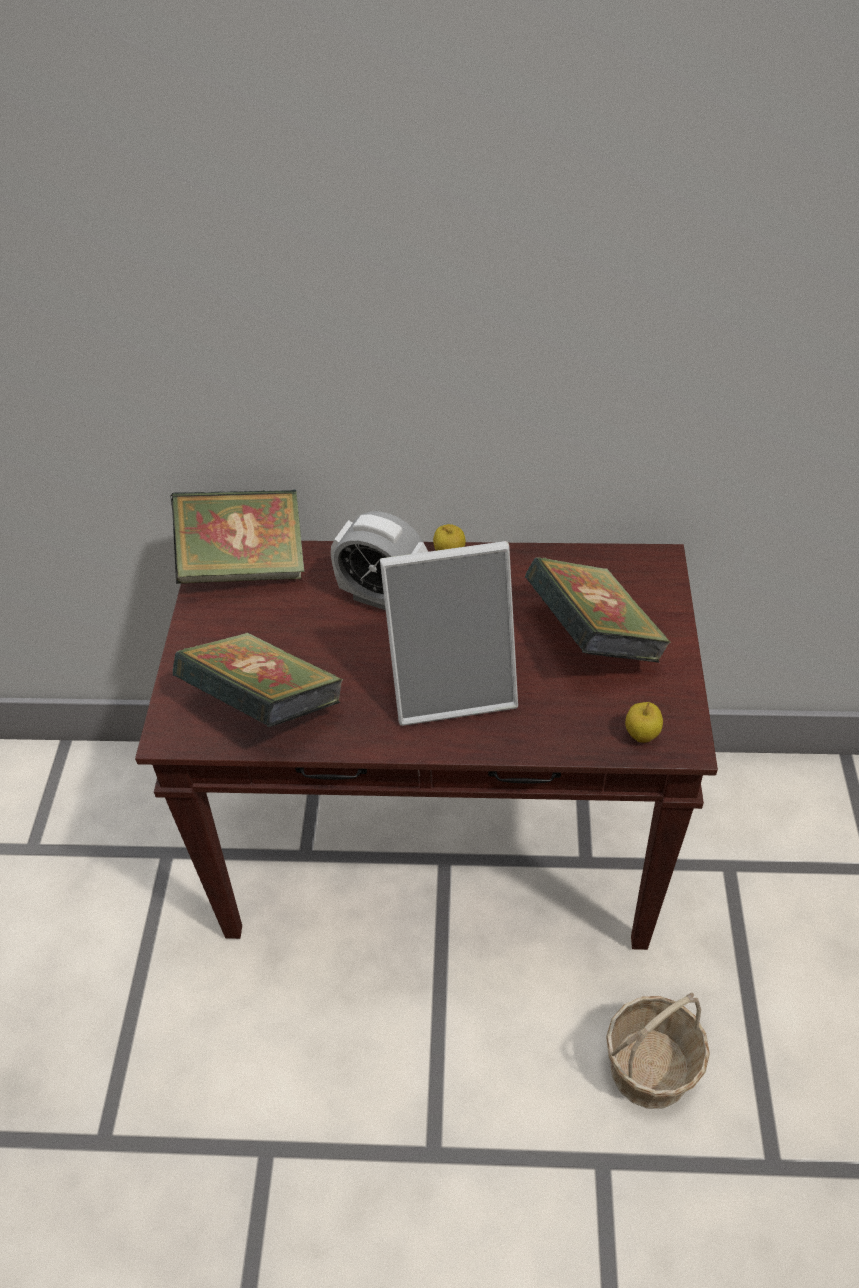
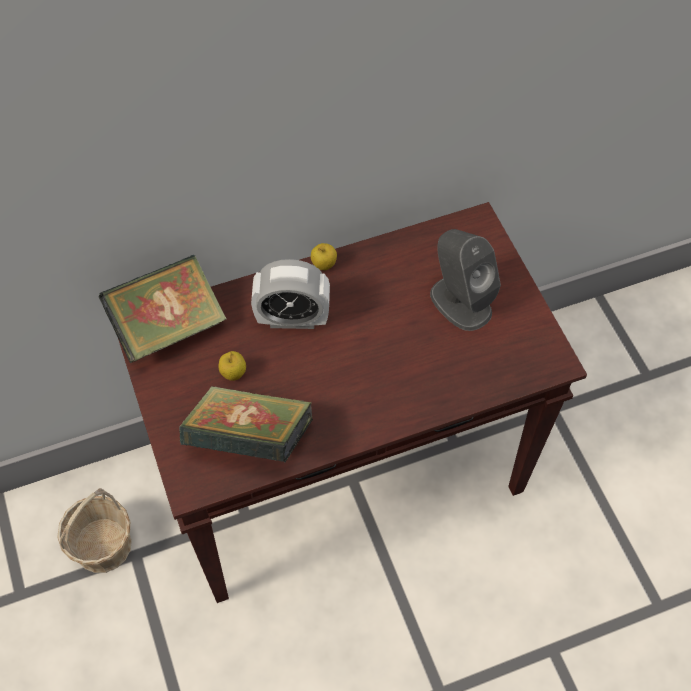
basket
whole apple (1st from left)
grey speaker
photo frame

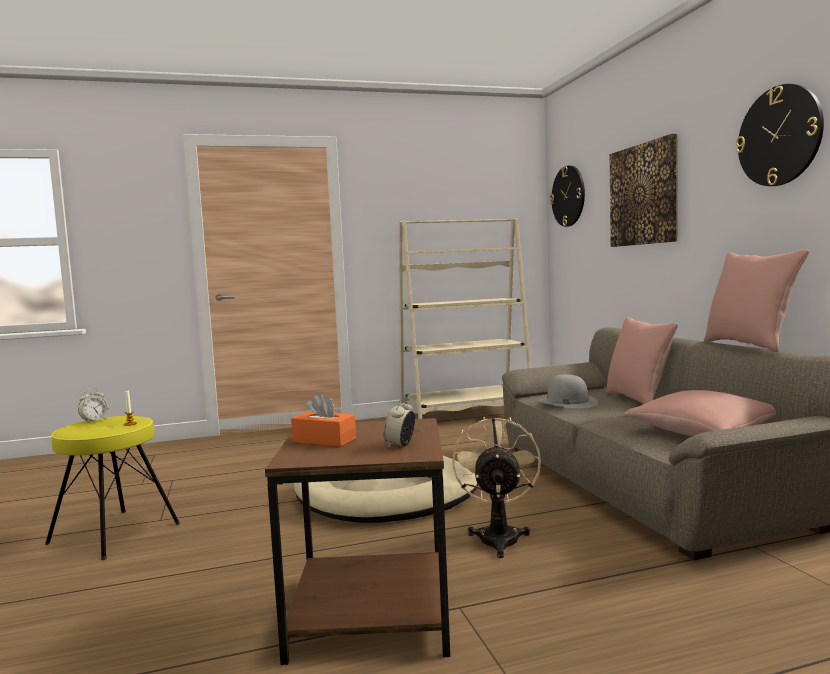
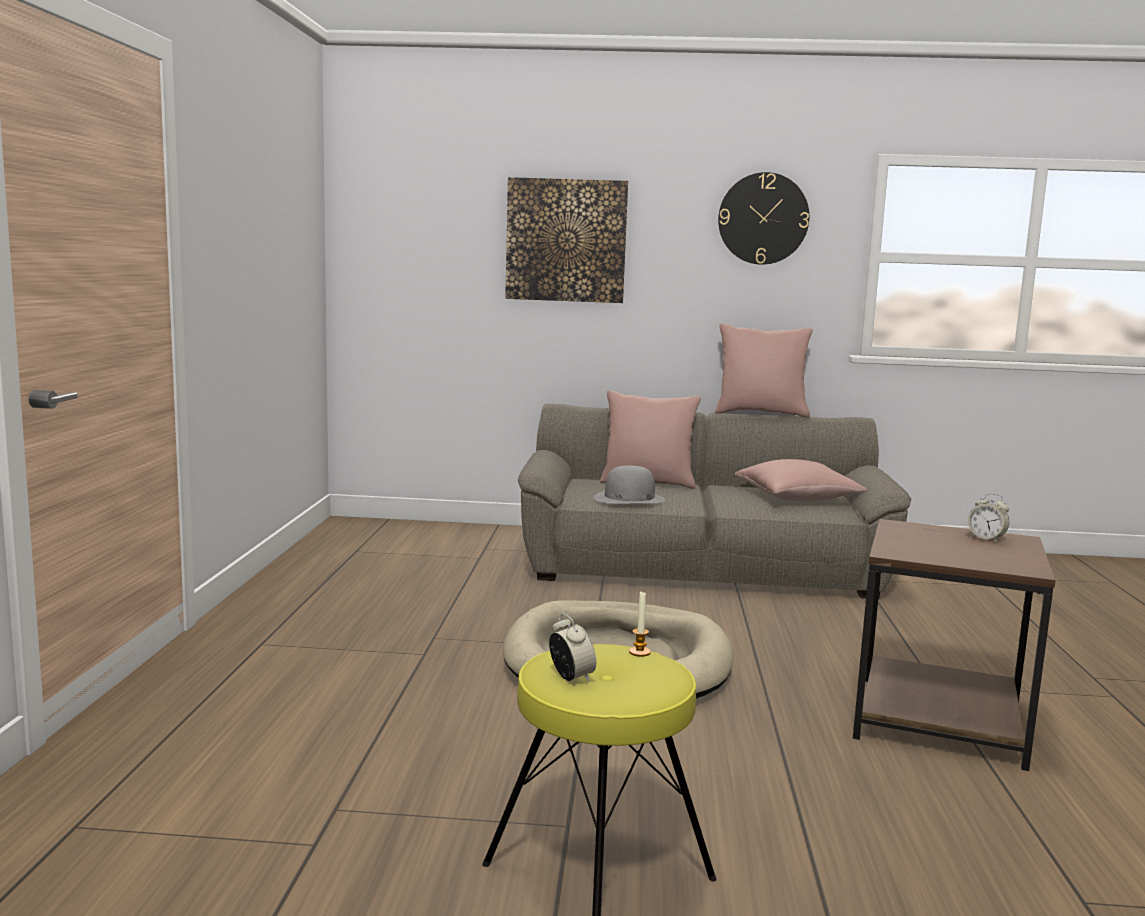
orange-coloured box of tissues
beige bookshelf
beige electric fan
wall clock (1st from left in the first image)

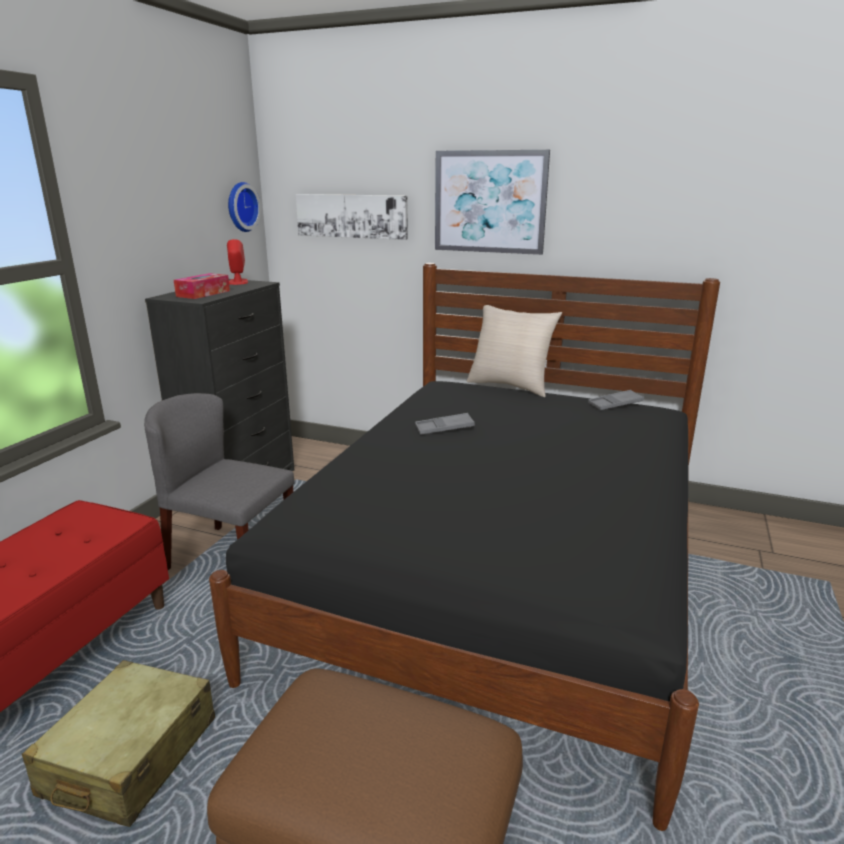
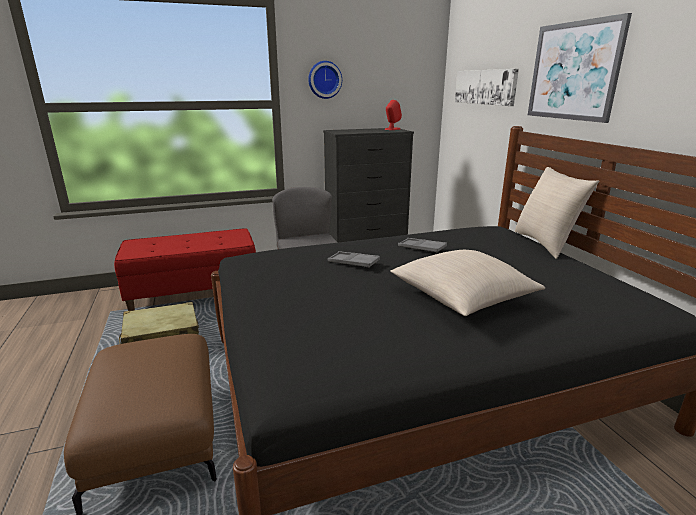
wall clock
grey tray (1st from left)
beige cushion (1st from left)
box of tissues

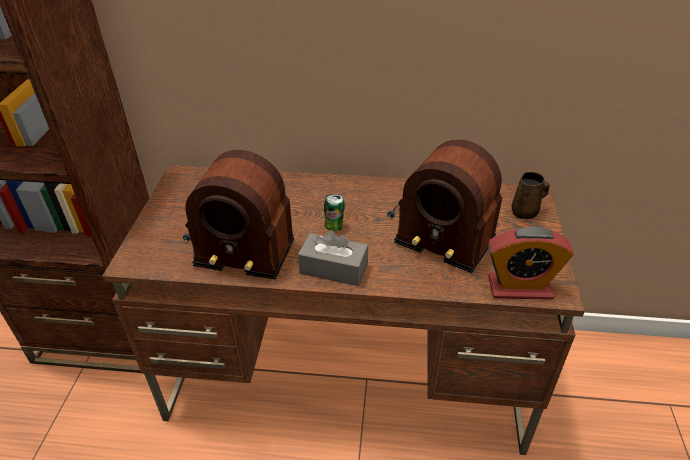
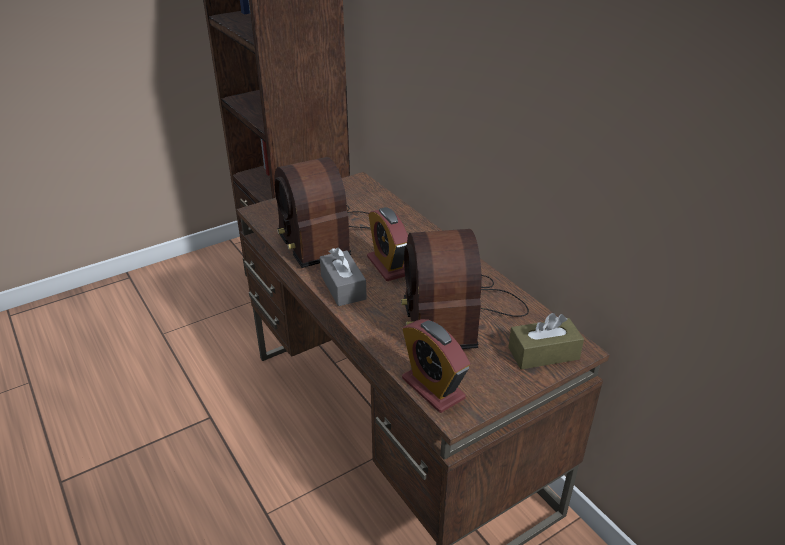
alarm clock (1st from left)
brownish box of tissues

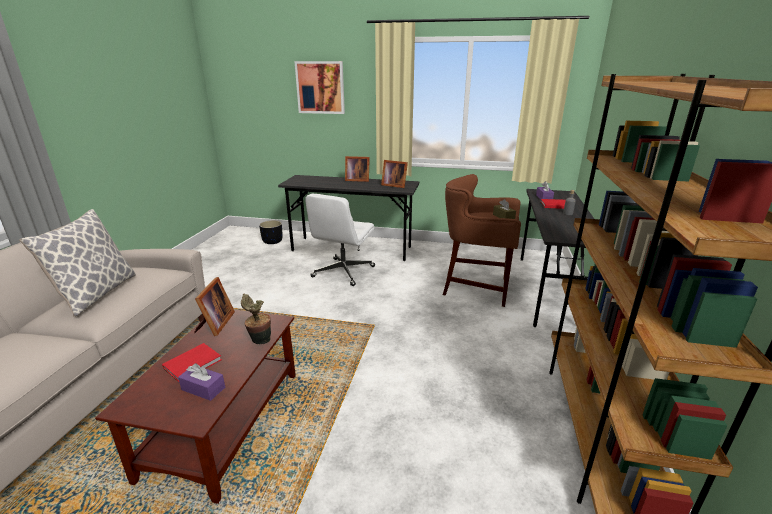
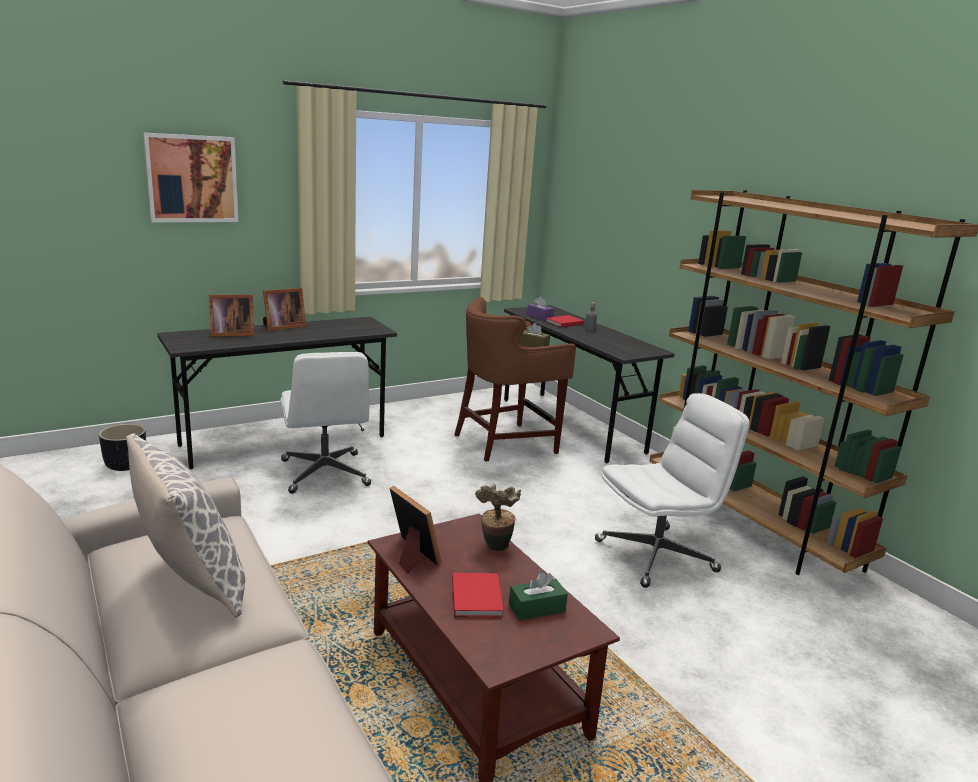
photo frame (1st from left)
green box of tissues
white-coloured computer chair (2nd from left)

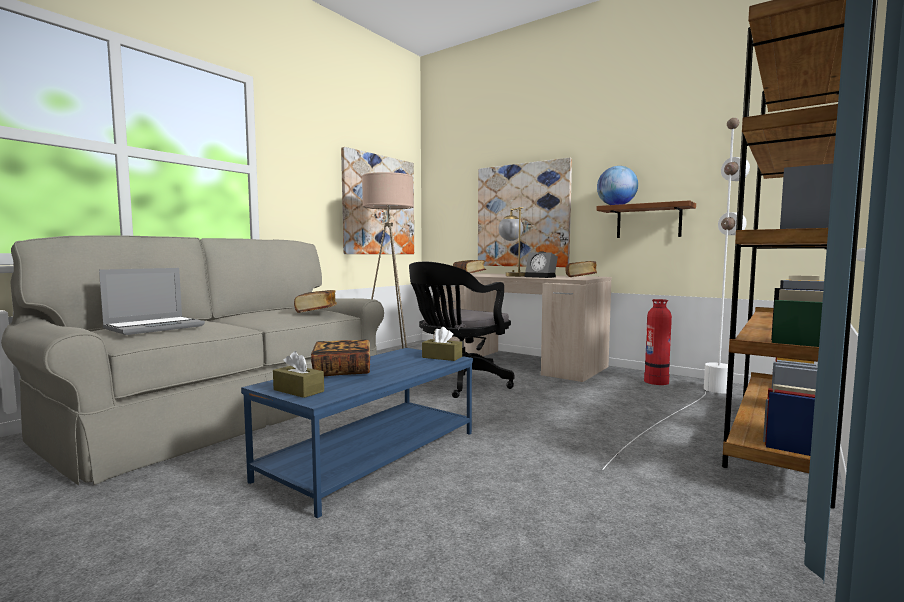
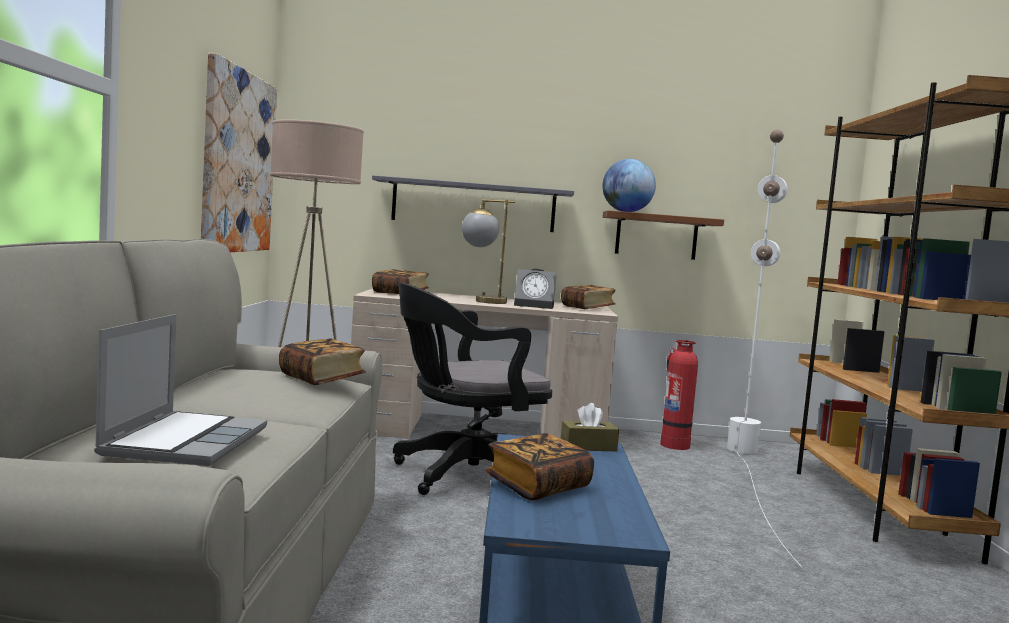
grey bracket shelf
blackish computer chair
brownish box of tissues (1st from left in the first image)

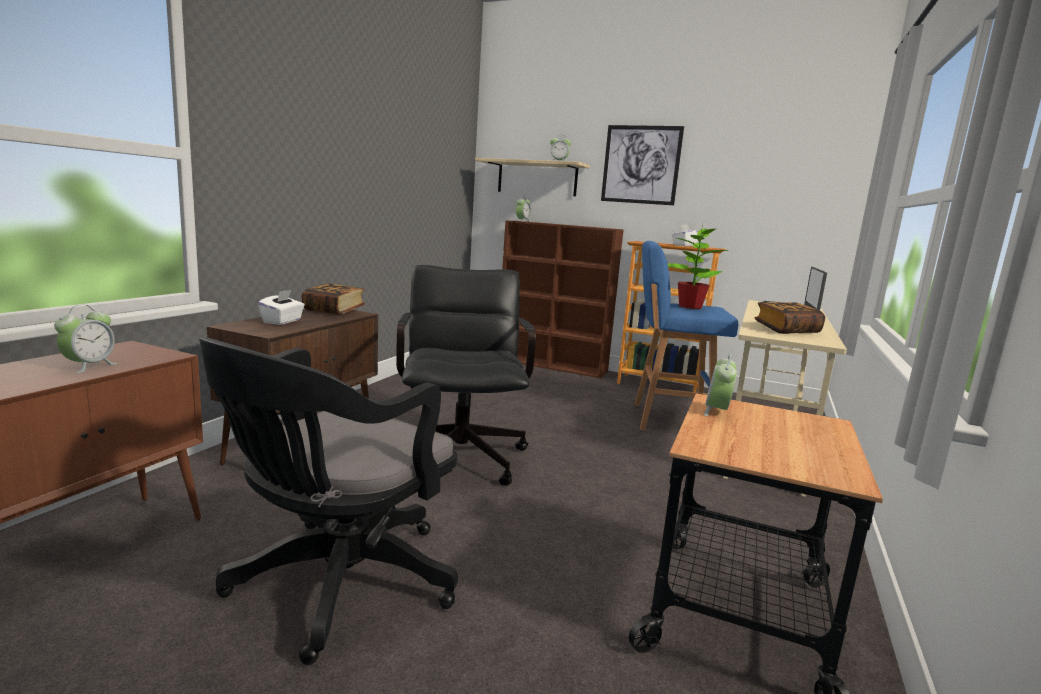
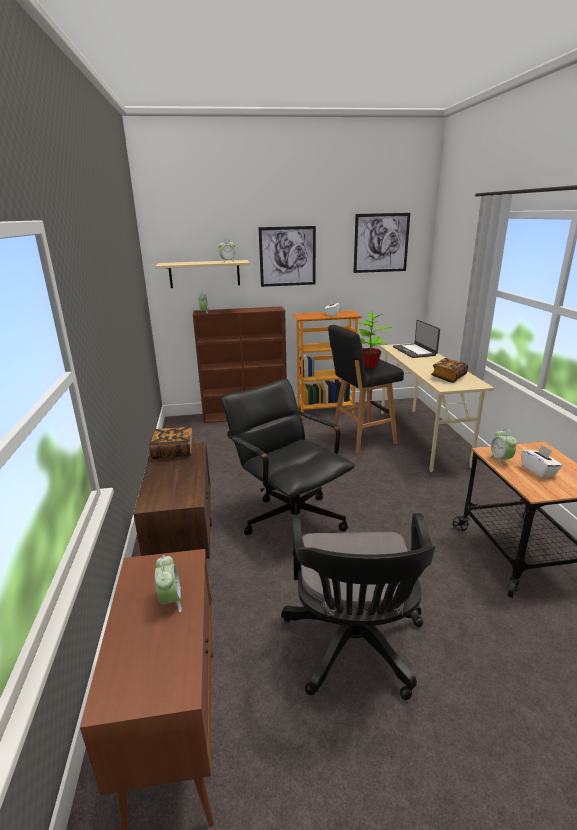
blackish stool seat
wall art (2nd from left)
white-coloured box of tissues (2nd from left)

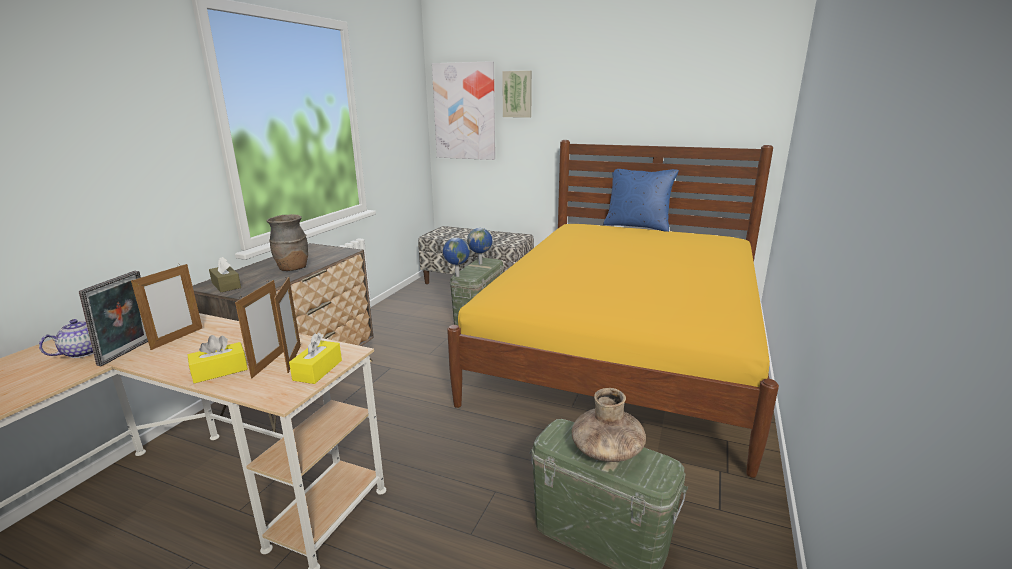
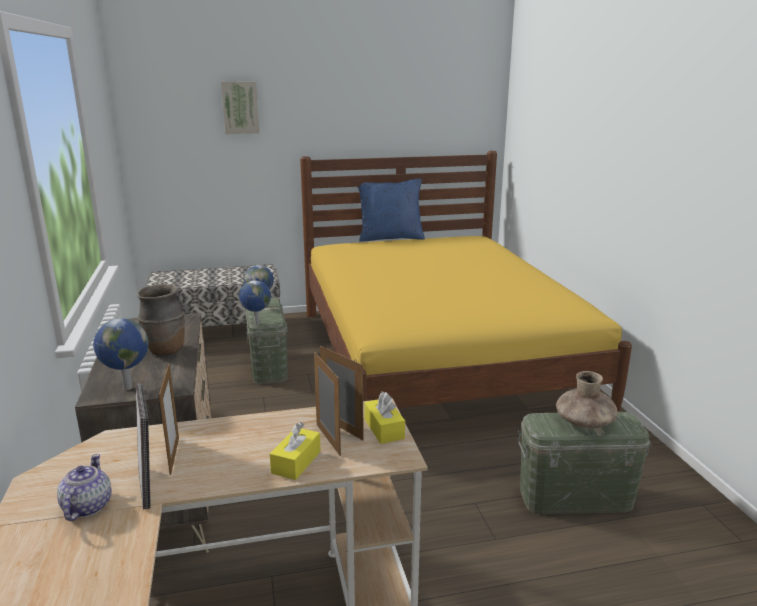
world globe (1st from left)
wall art (1st from left in the first image)

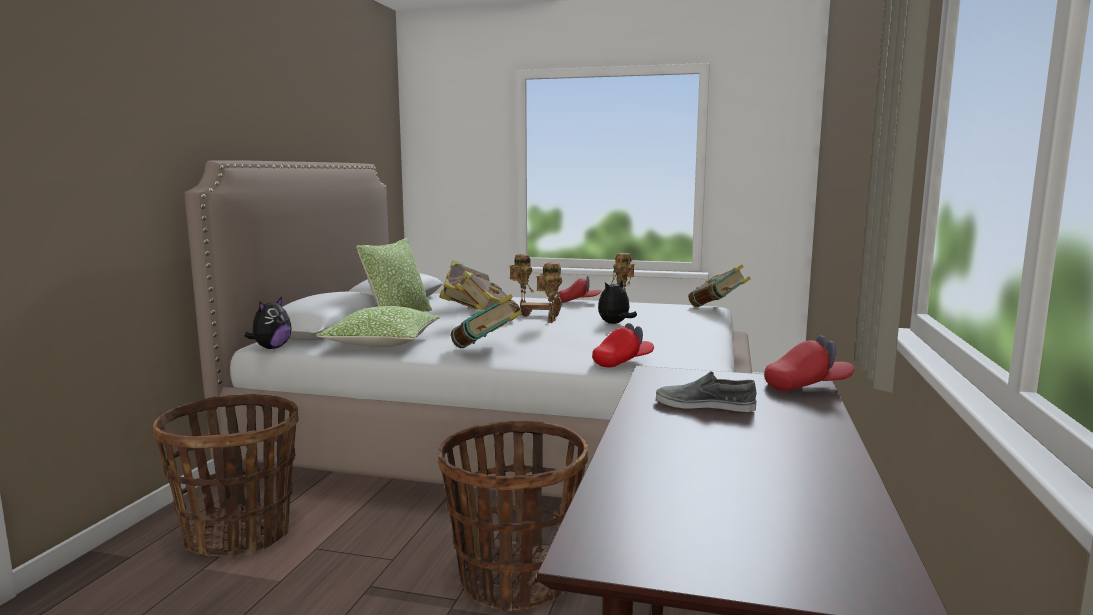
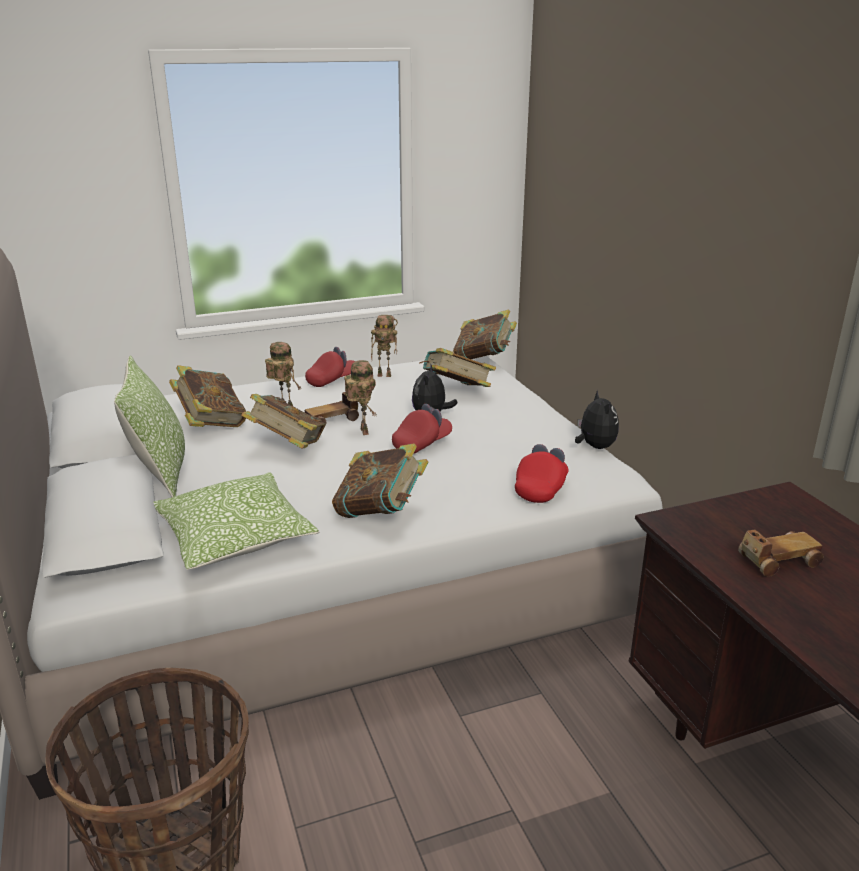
red baseball cap (2nd from left)
volume (4th from left)
cuddly toy (2nd from left)
model car (2nd from left)
basket (2nd from left in the first image)

